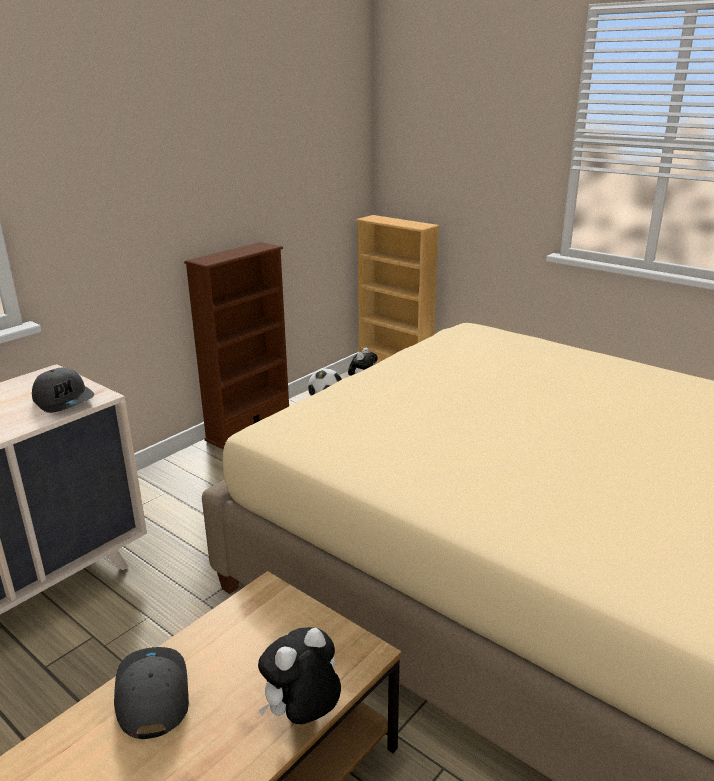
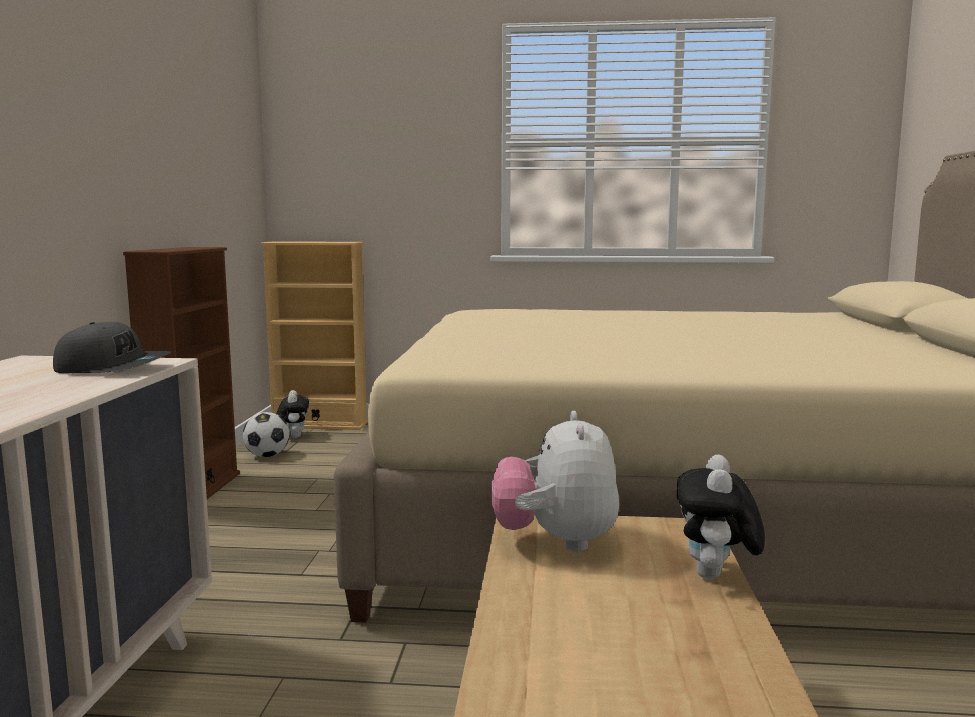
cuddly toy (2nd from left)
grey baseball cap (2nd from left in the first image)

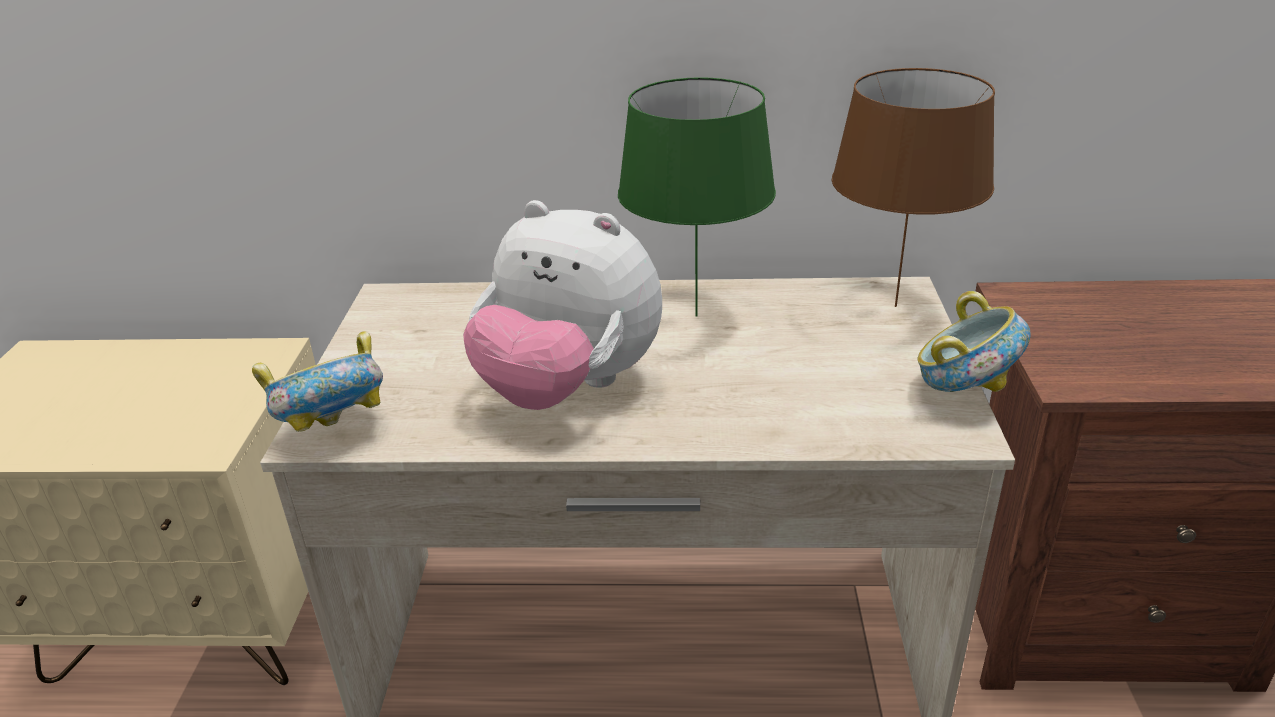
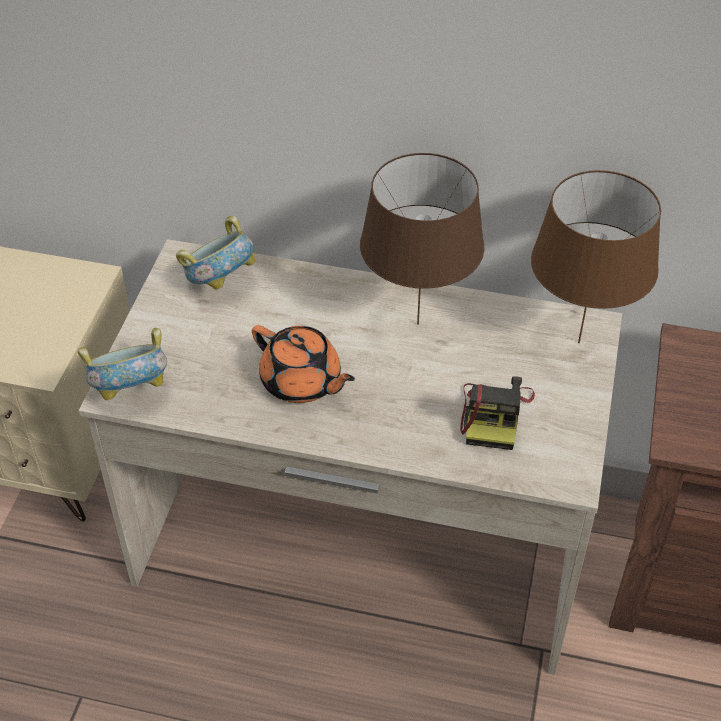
serving bowl (2nd from left)
orange-coloured pot for tea
brownish lamp for a table (1st from left)
still camera

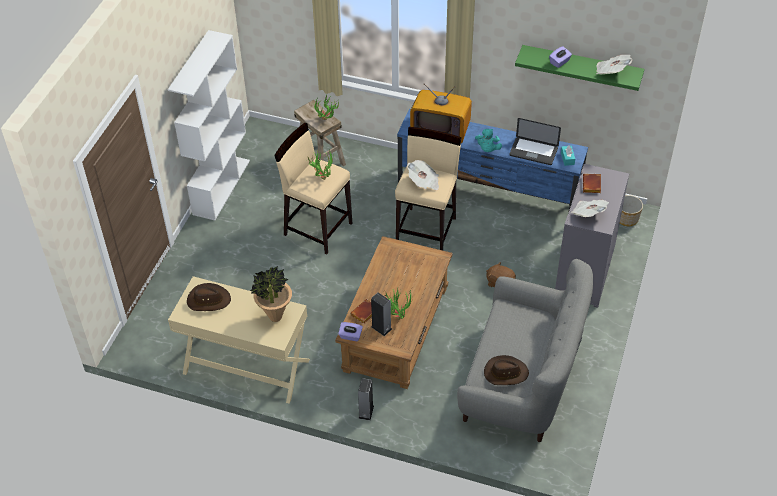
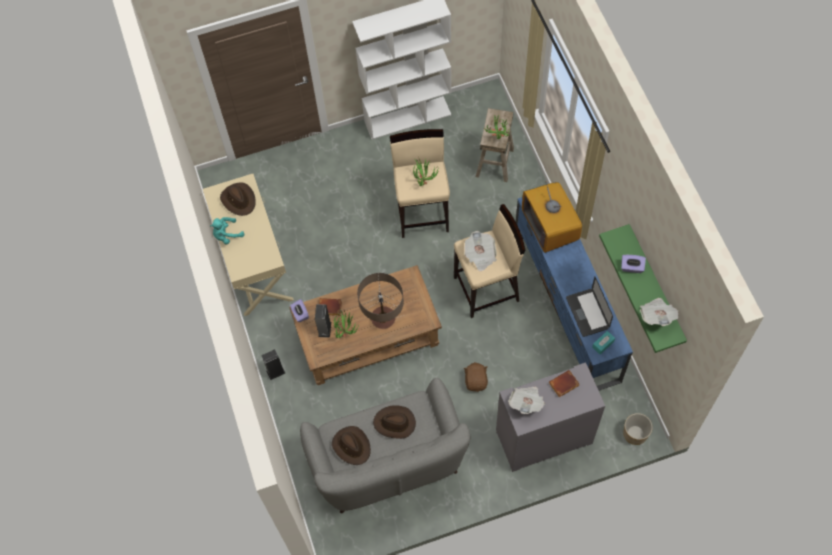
blue-green cuddly toy
lamp for a table
brownish clothing hat (3rd from left)
plant in a pot (1st from left in the first image)

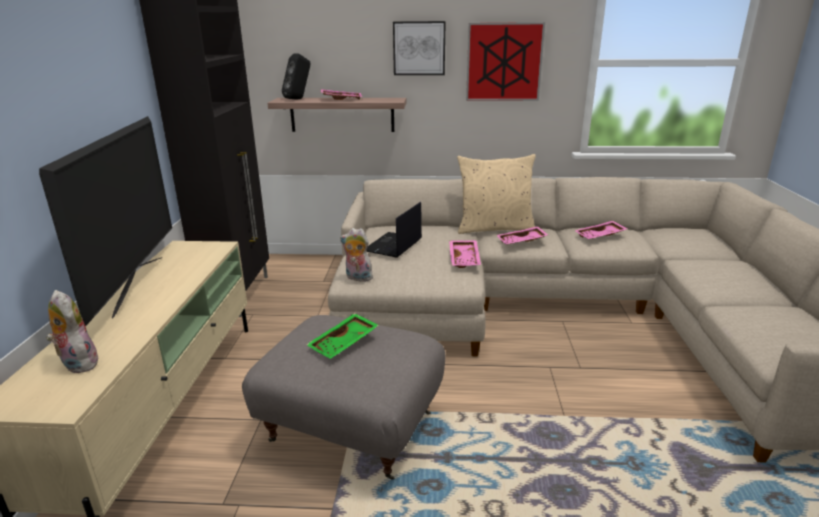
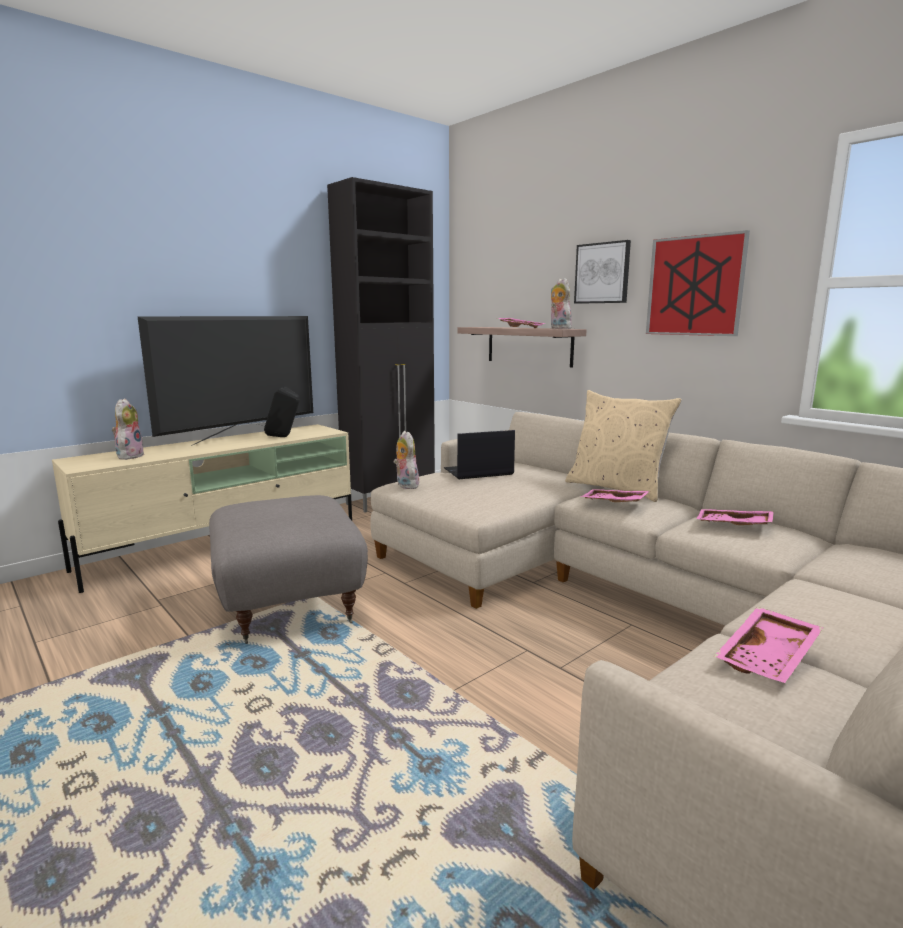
blackish speaker
cuddly toy (3rd from left)
pink tray (4th from left)
green tray

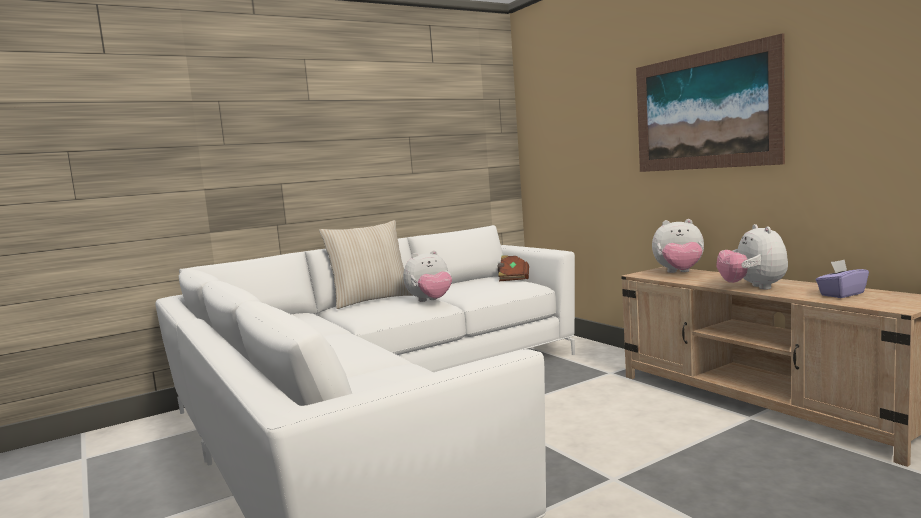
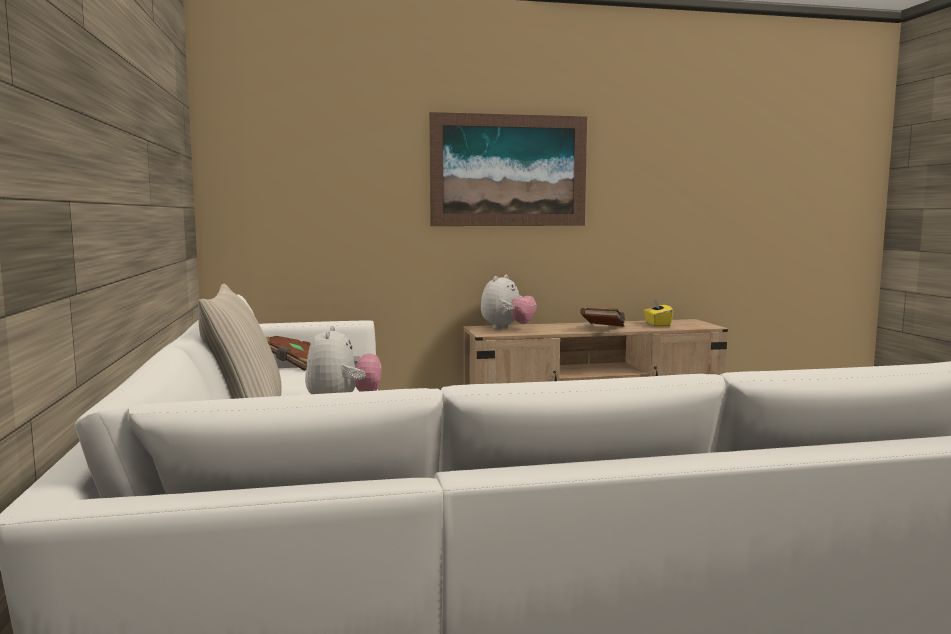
brownish volume (2nd from left)
yellowish box of tissues

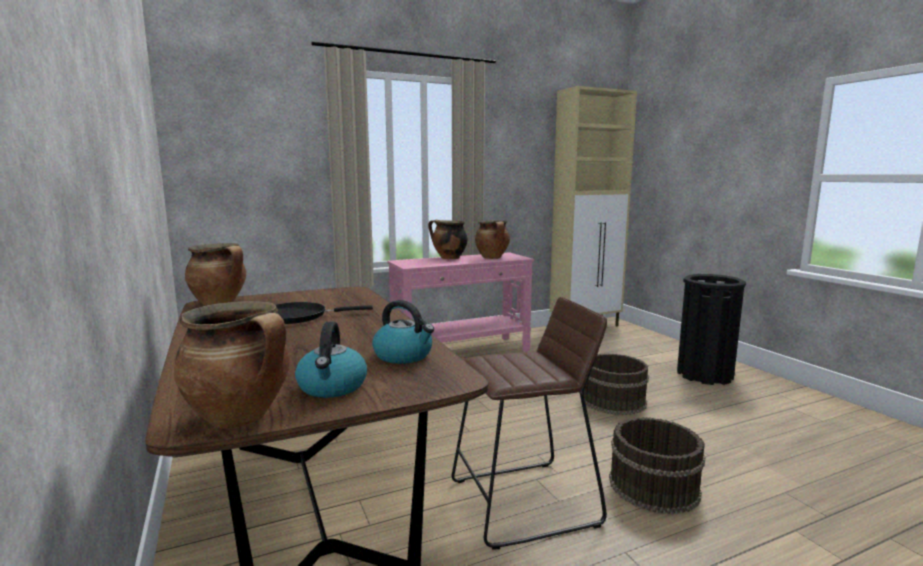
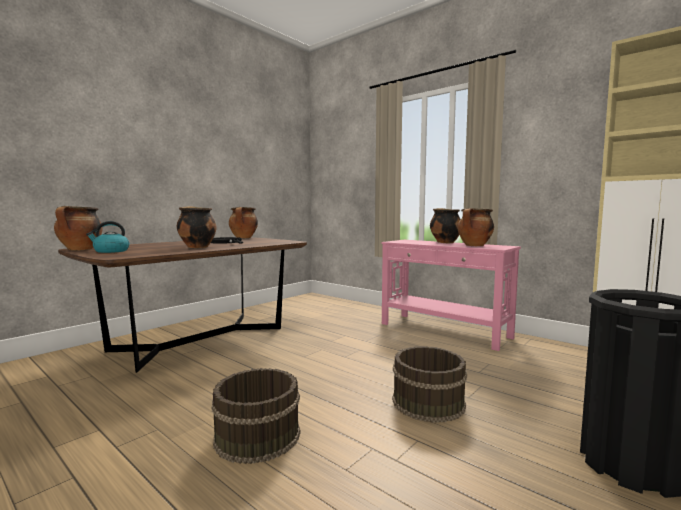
stockpot (2nd from left)
tea kettle (2nd from left in the first image)
brownish stool seat

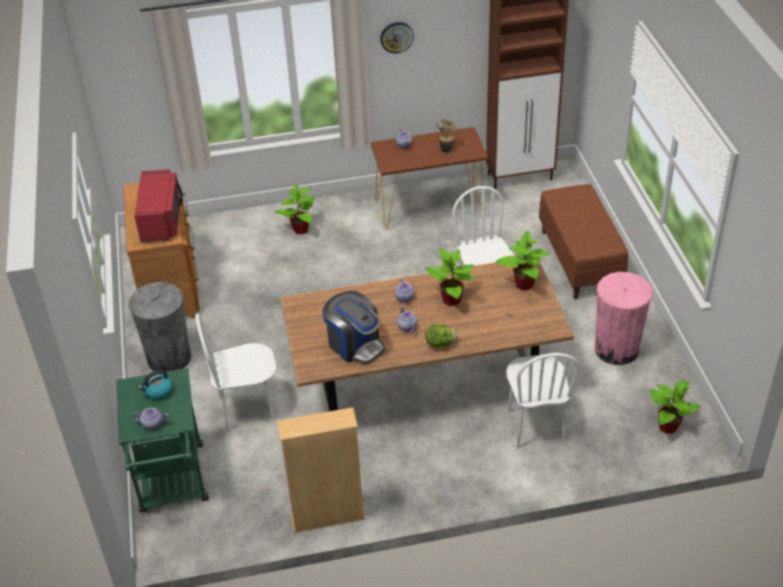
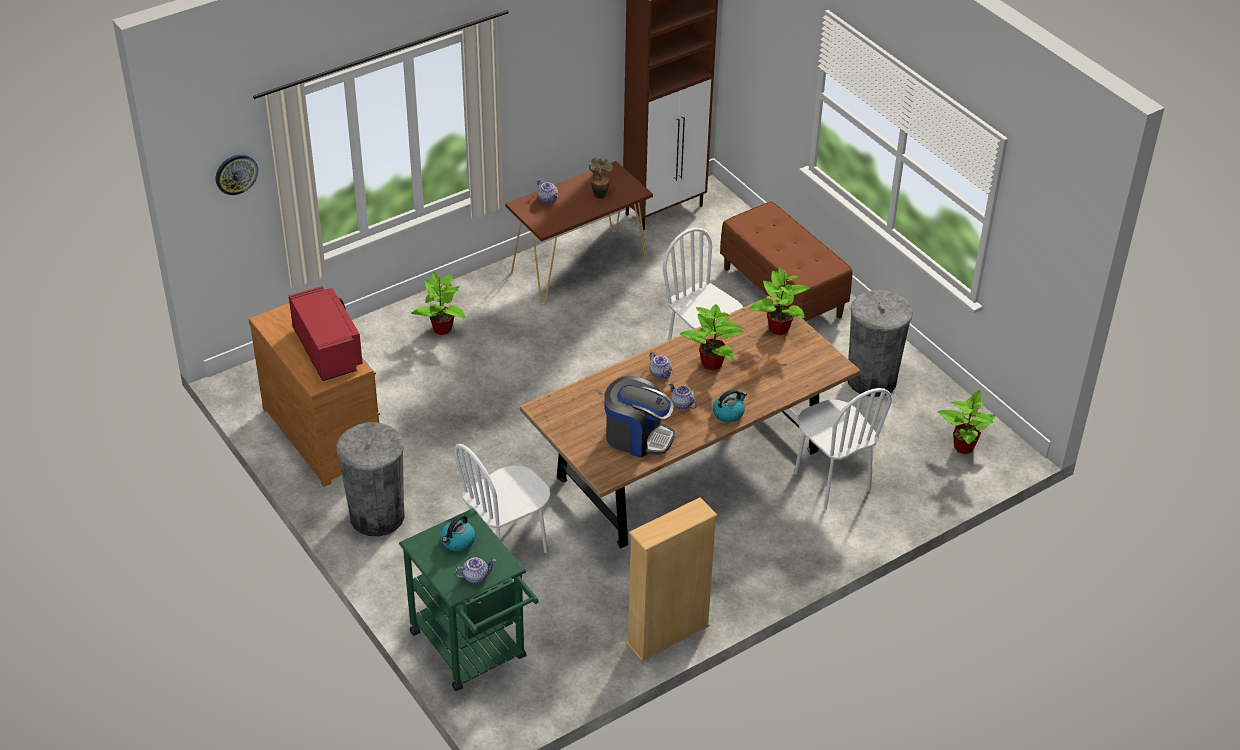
wall clock
tea kettle (2nd from left)
grey trash can (2nd from left)

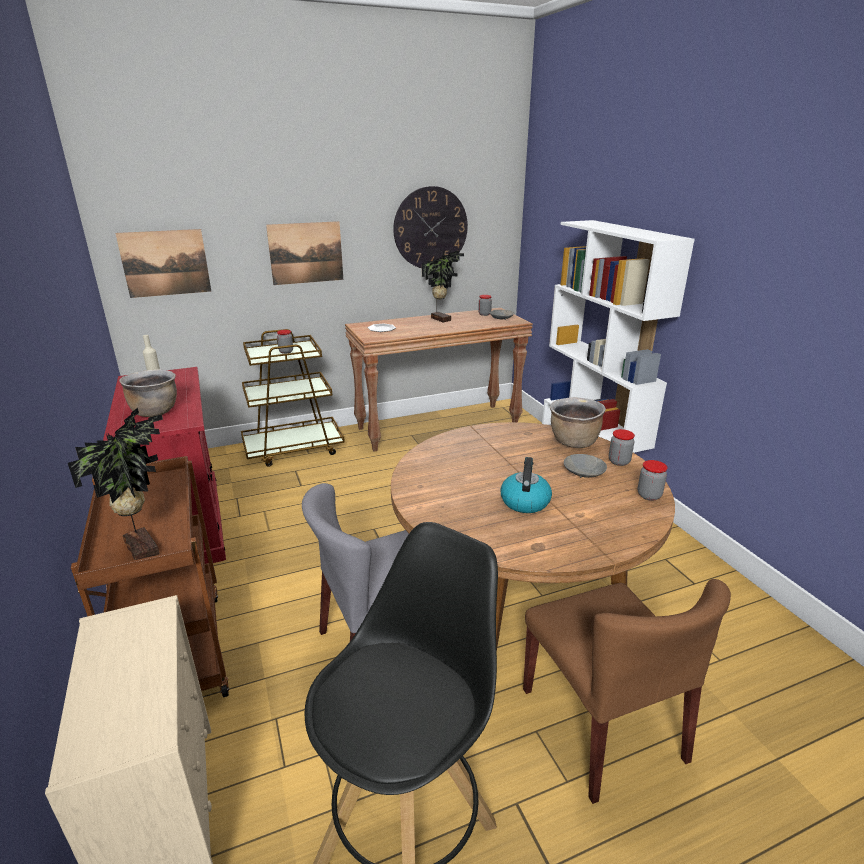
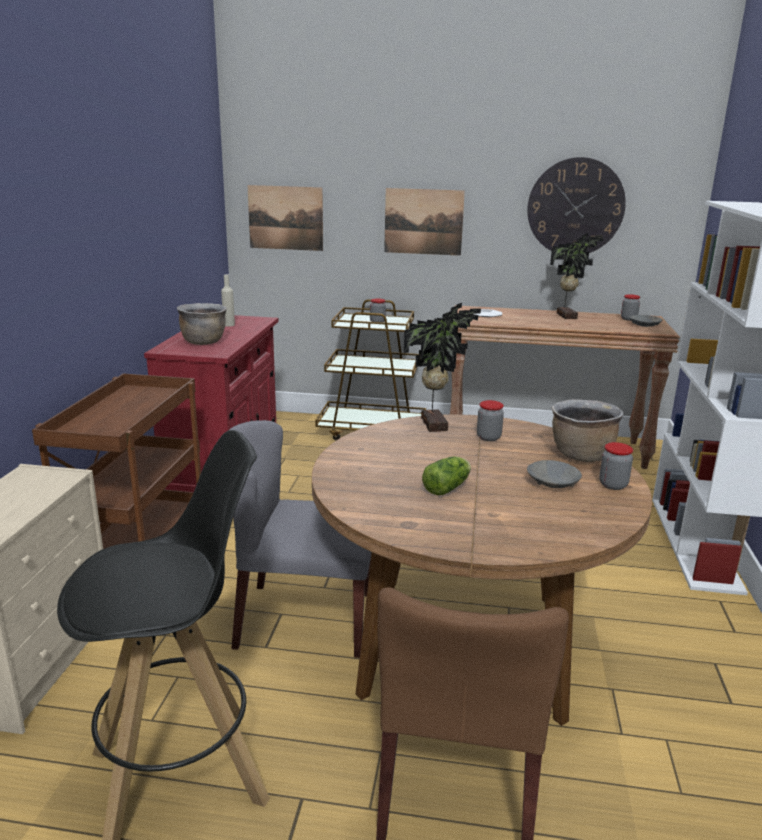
plant in a pot (1st from left)
head of lettuce
jar (2nd from left)

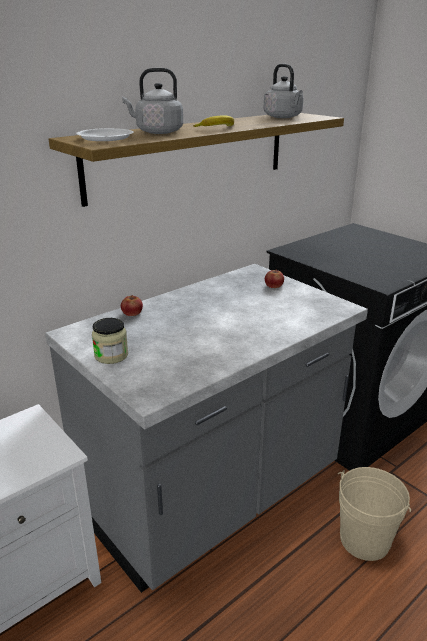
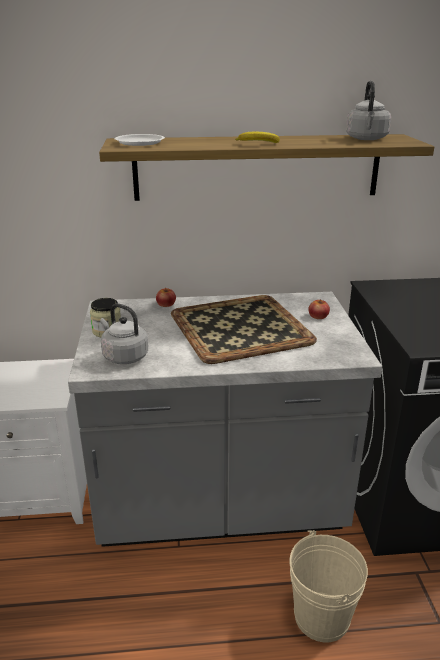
grey tea kettle (1st from left)
tray

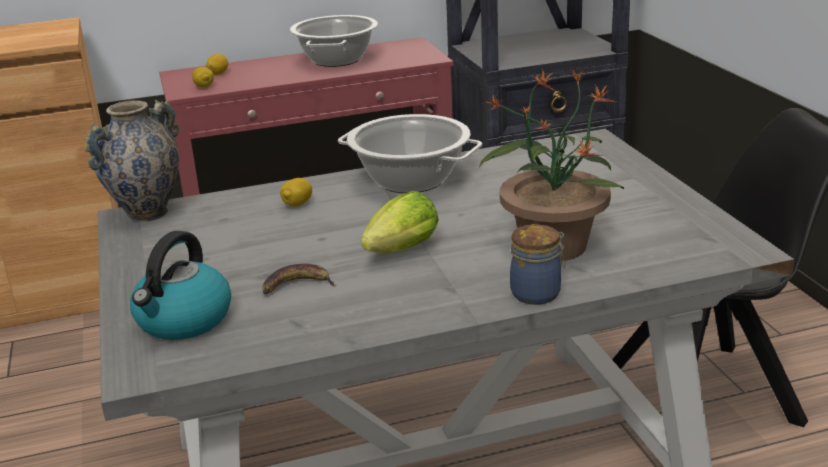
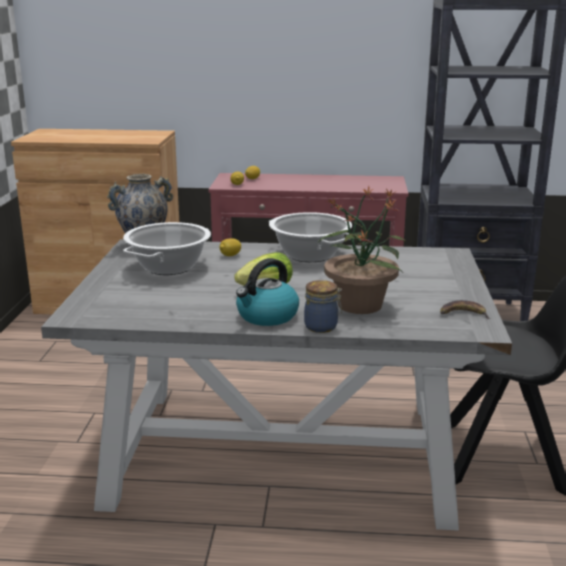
stockpot (1st from left)
tea kettle
whole banana

